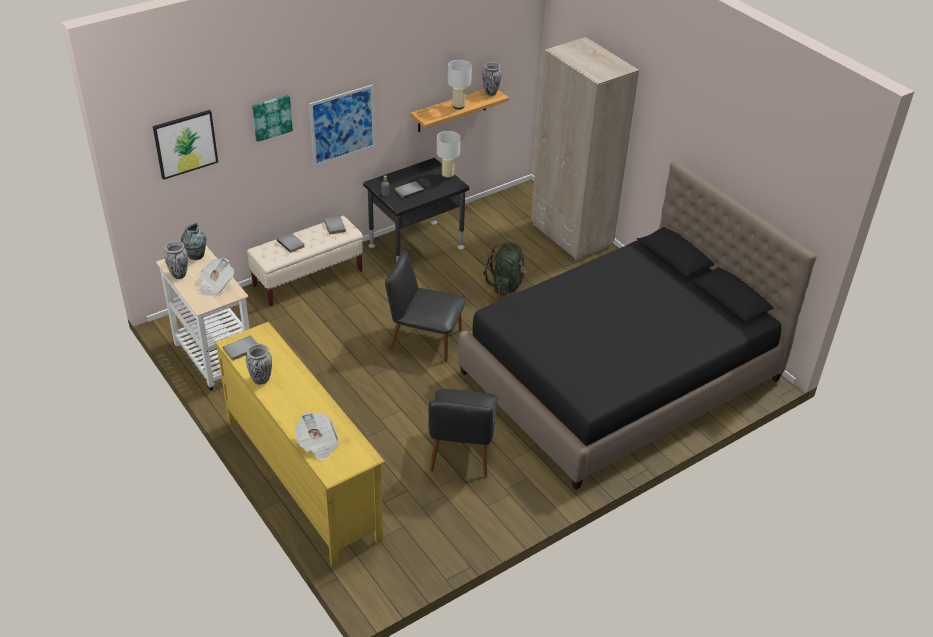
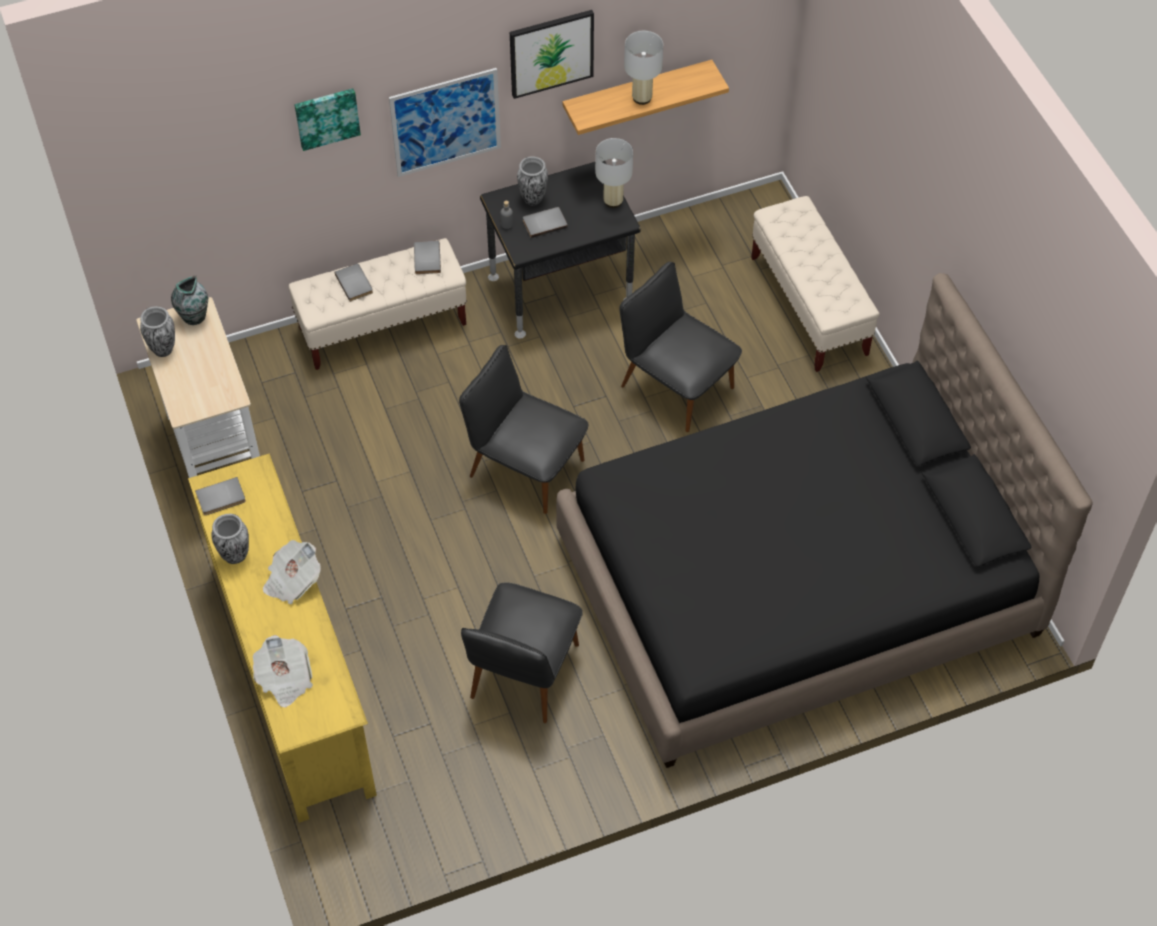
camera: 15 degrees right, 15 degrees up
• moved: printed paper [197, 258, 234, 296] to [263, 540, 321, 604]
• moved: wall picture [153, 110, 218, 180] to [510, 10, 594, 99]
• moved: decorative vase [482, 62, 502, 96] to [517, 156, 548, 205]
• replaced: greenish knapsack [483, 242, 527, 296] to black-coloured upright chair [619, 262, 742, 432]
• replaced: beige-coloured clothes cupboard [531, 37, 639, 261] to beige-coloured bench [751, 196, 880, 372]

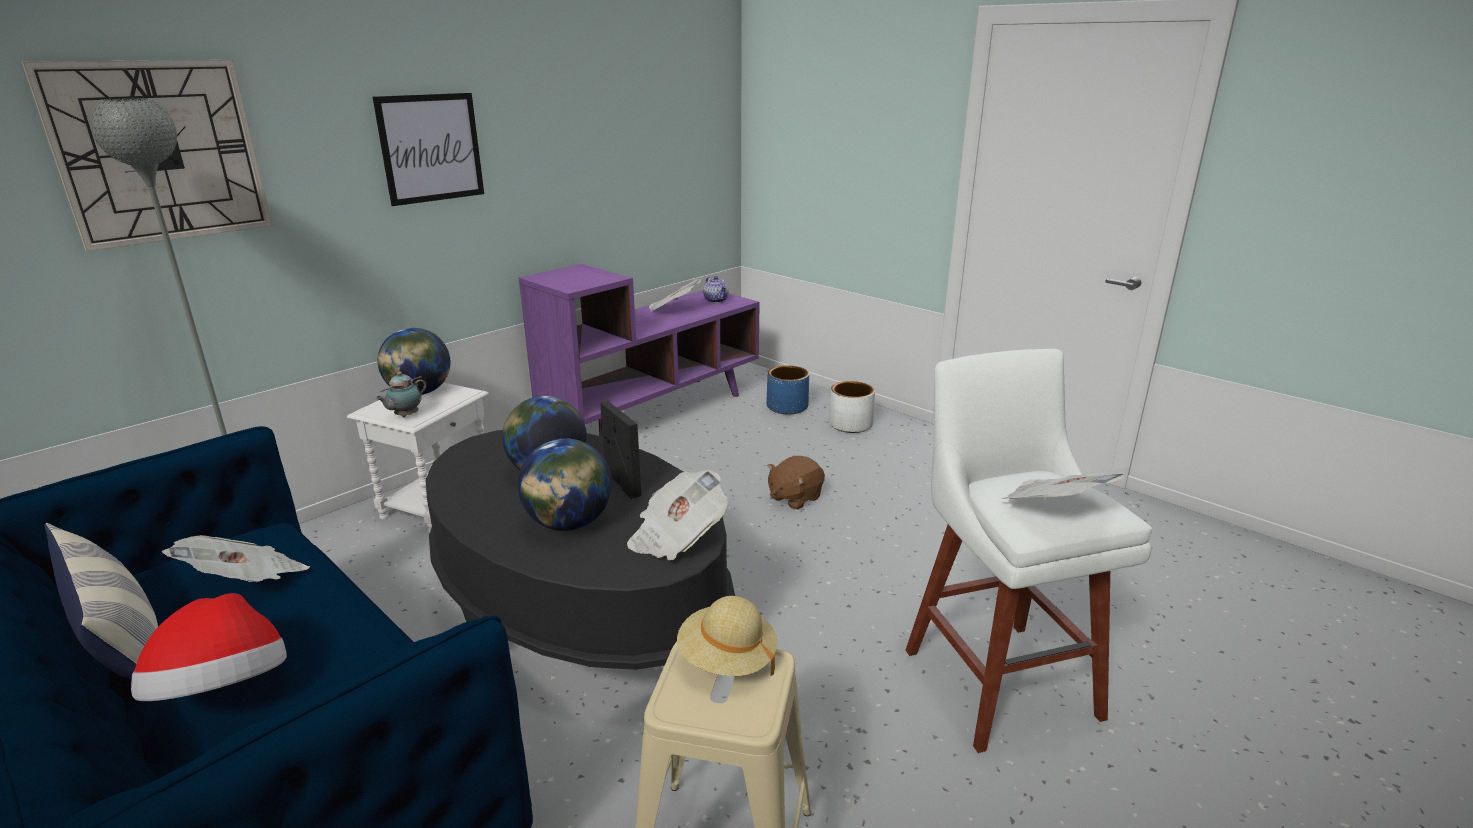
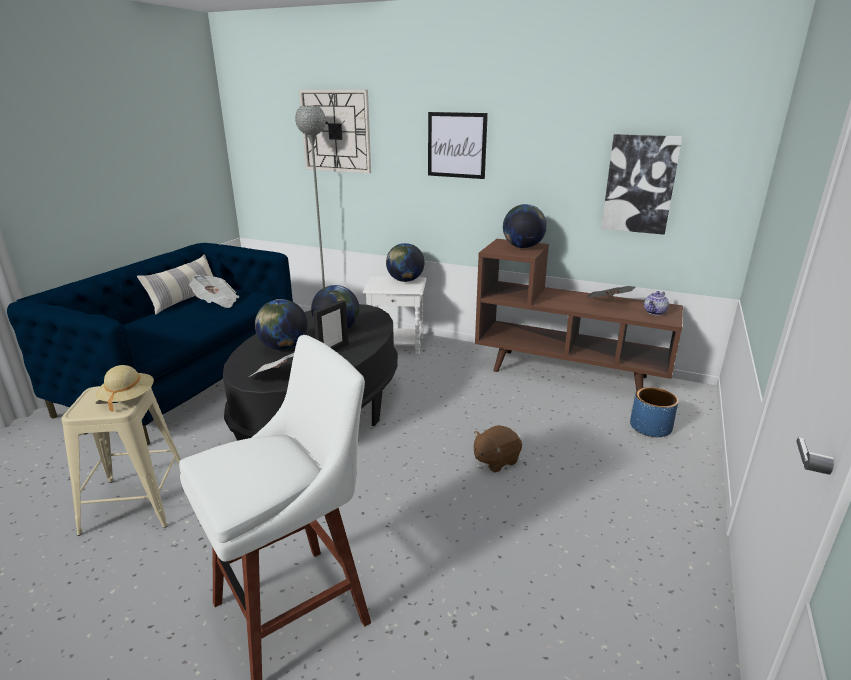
camera: 70 degrees right, 0 degrees up
• turned: brown soft toy [767, 456, 825, 510] = [474, 425, 522, 473] 60 degrees counterclockwise
• recoloured: purple-coloured tv unit [519, 264, 759, 437] to brown tv unit [475, 239, 683, 391]
• added: desk globe [503, 204, 547, 248]
• added: wall picture [601, 134, 683, 235]
• removed: hat [131, 593, 287, 701]
• removed: tea pot [376, 372, 426, 417]
• removed: white plant pot [829, 381, 875, 433]
• removed: printed paper [1002, 468, 1128, 499]

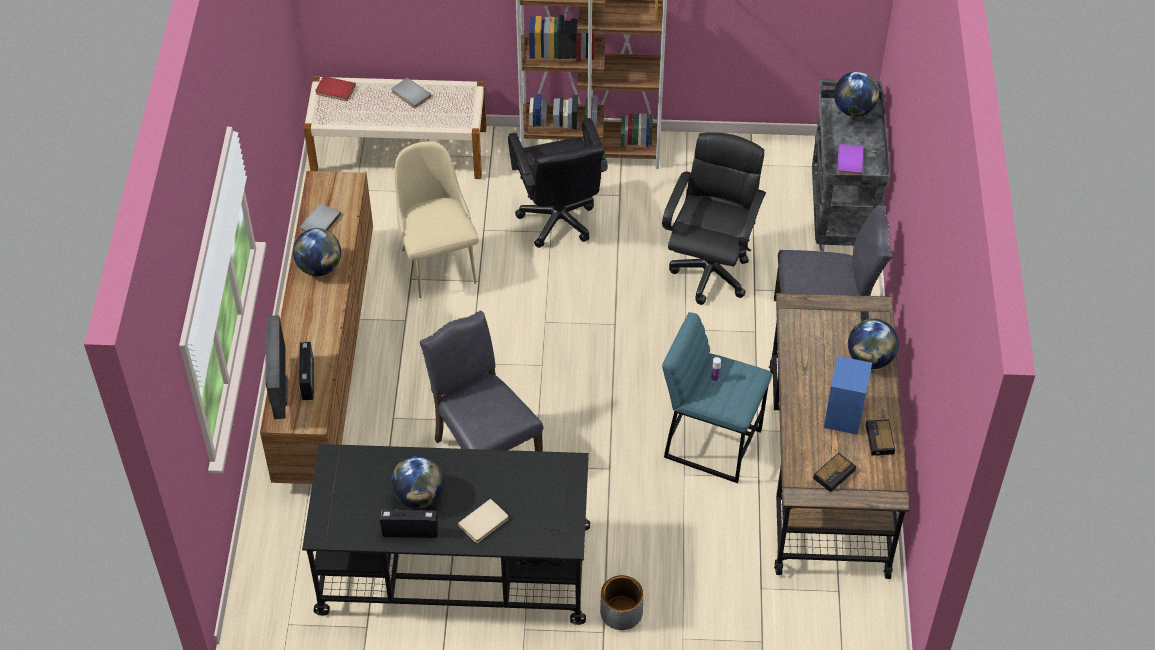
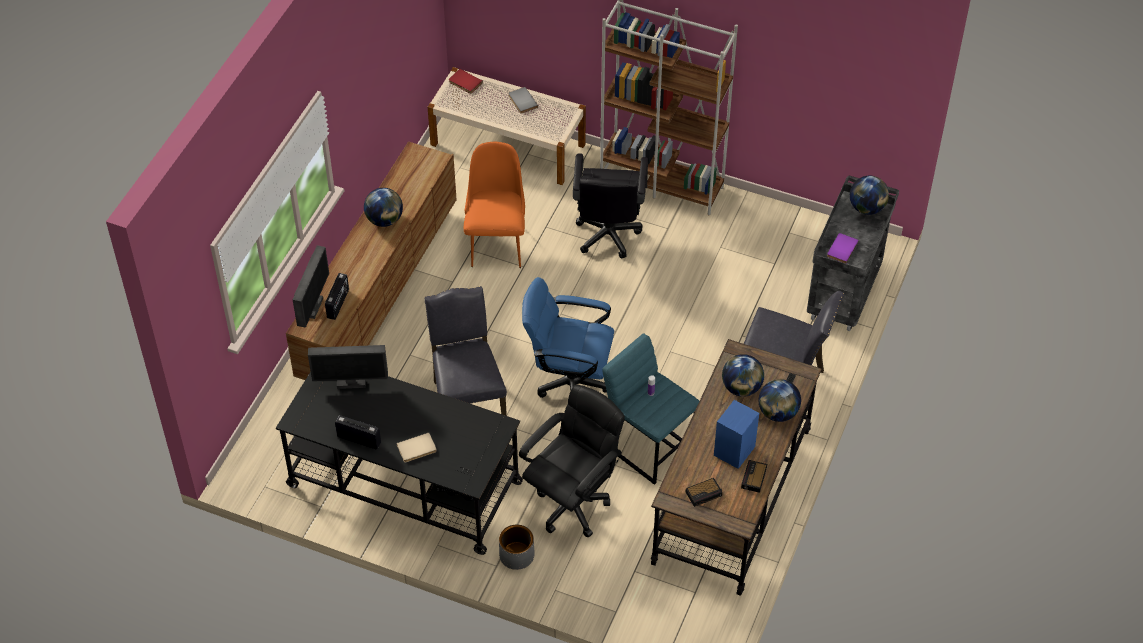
camera: 20 degrees right, 0 degrees up
• added: computer display [308, 345, 388, 389]
• recoloured: beige-coloured upright chair [395, 141, 479, 298] to orange-coloured upright chair [464, 142, 525, 268]
• moved: black-coloured computer chair [662, 132, 766, 305] to [519, 384, 625, 537]
• added: blue computer chair [522, 277, 614, 398]
• moved: desk globe [391, 455, 444, 508] to [722, 354, 764, 397]
• removed: gray volume [300, 204, 341, 232]

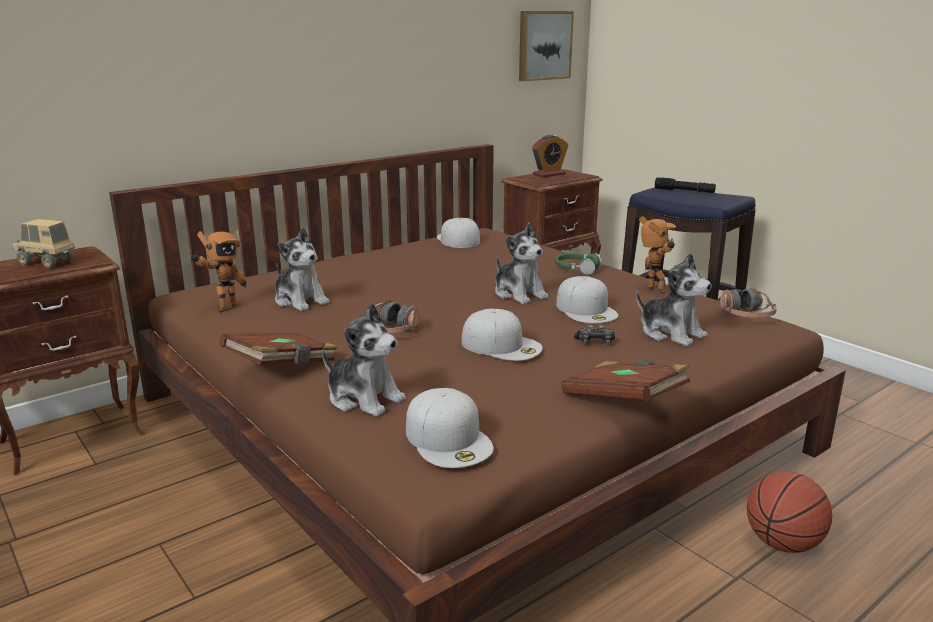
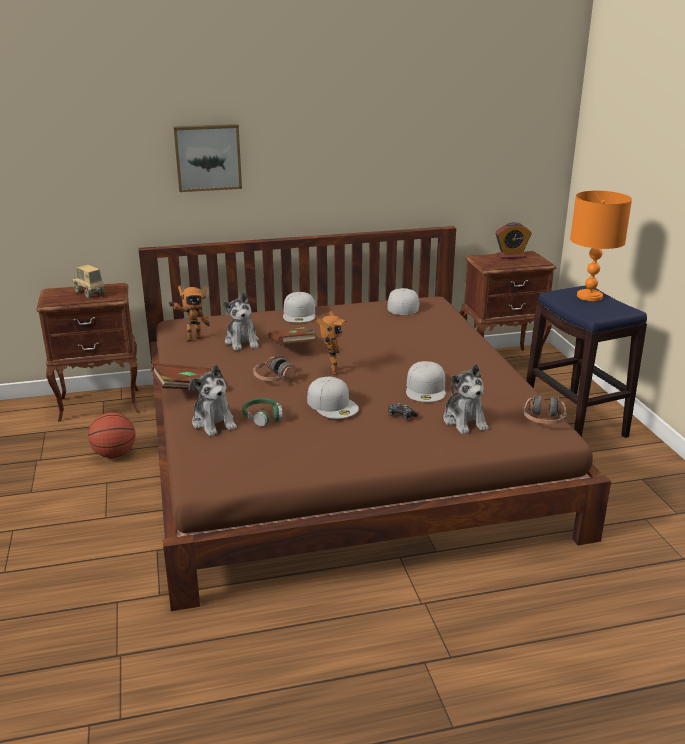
camera: 25 degrees right, 5 degrees up
• moved: basketball ball [747, 471, 832, 553] to [88, 412, 135, 458]
• moved: wall picture [519, 11, 574, 81] to [174, 124, 242, 192]
• moved: greenish headset [555, 253, 602, 275] to [242, 398, 283, 427]
• moved: brown volume [562, 360, 690, 401] to [268, 327, 316, 344]
• moved: white peaked cap [406, 388, 494, 468] to [283, 292, 315, 323]
• moved: model robot [639, 216, 676, 294] to [317, 311, 347, 376]
• replaced: black-coloured hand torch [655, 177, 716, 193] to orange-coloured table lamp [570, 191, 632, 301]
• removed: soft toy [495, 222, 549, 304]

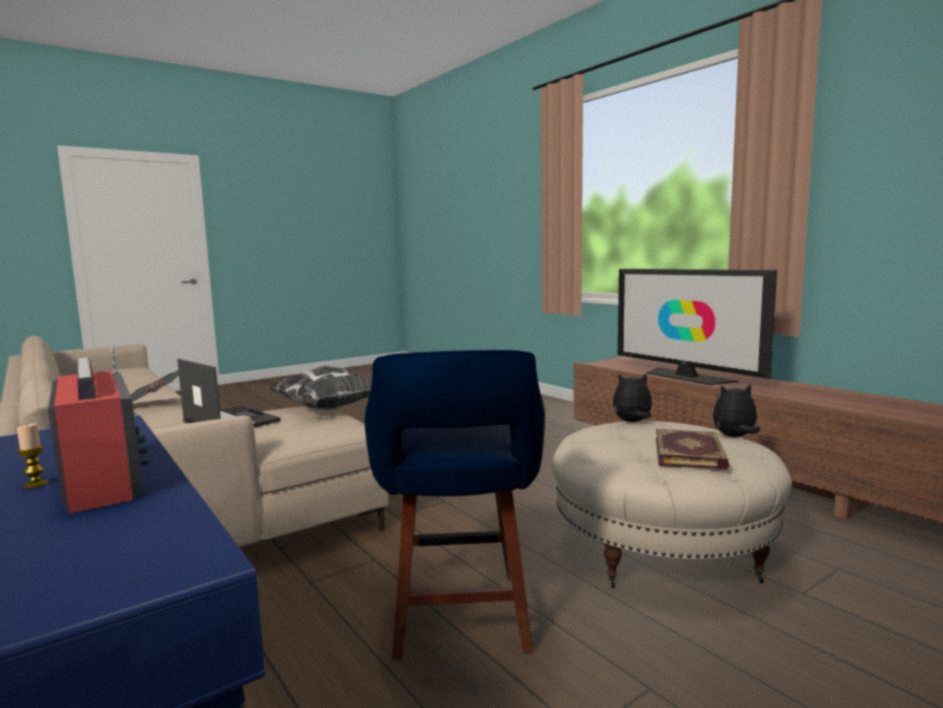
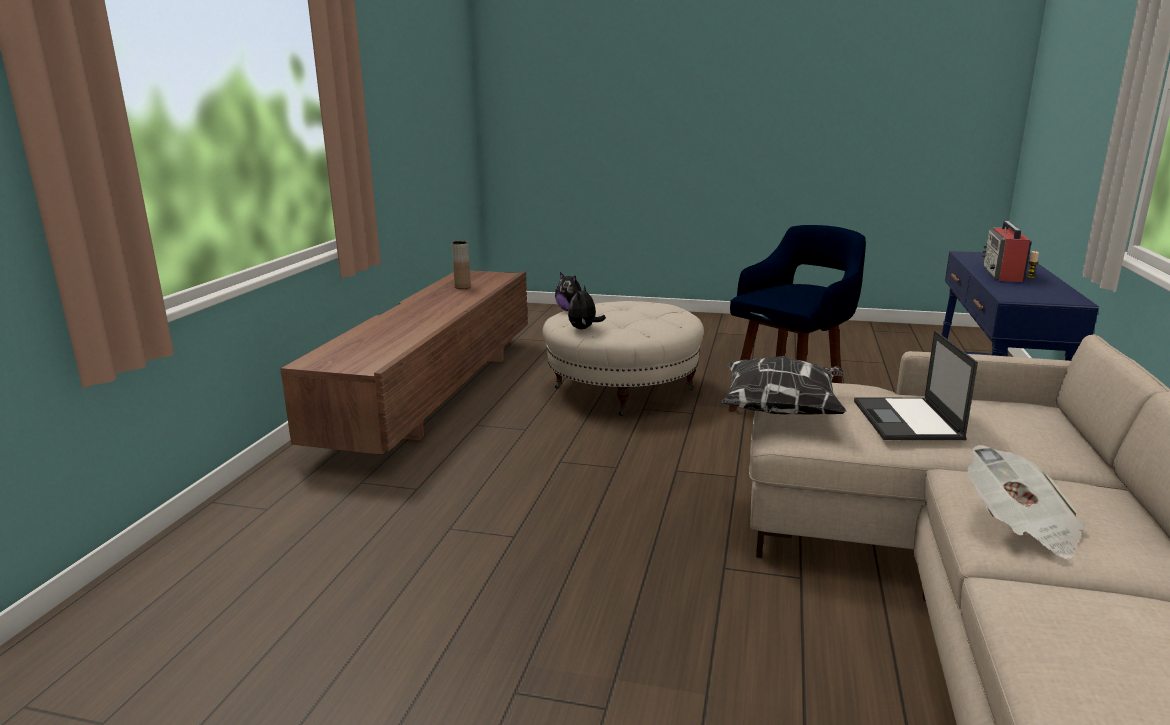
camera: 130 degrees left, 10 degrees up
• added: brown decorative vase [452, 241, 471, 289]
• turned: soft toy [613, 373, 652, 422] = [568, 286, 606, 329] 60 degrees clockwise
• removed: TV [618, 269, 777, 385]
• removed: volume [656, 429, 729, 470]

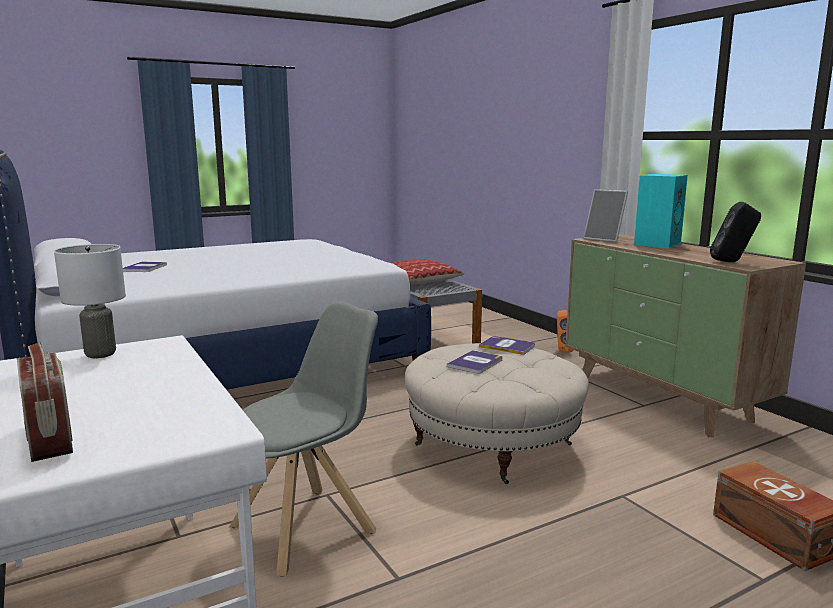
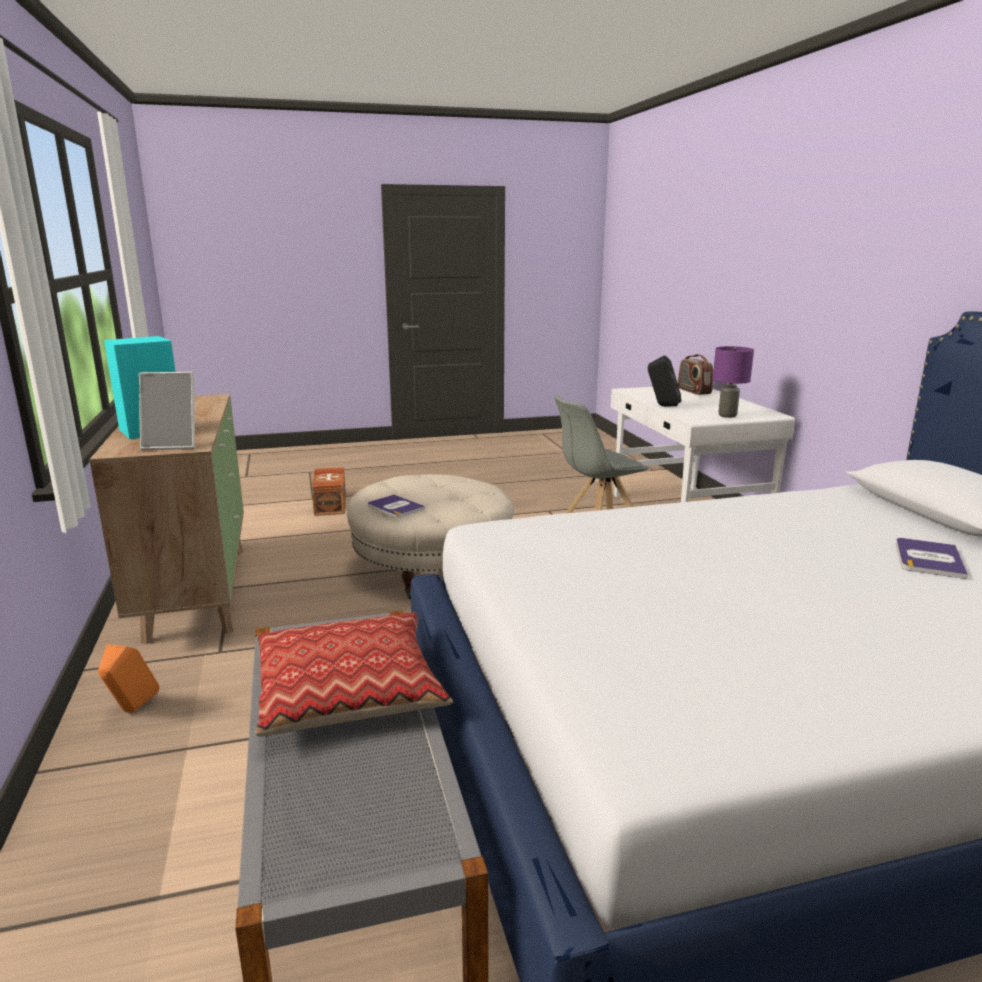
camera: 165 degrees left, 5 degrees up
• turned: photo frame [583, 189, 628, 242] = [139, 372, 195, 450] 120 degrees clockwise
• moved: black-coloured audio speaker [710, 202, 761, 262] to [648, 356, 681, 407]
• recoloured: white table lamp [54, 244, 126, 358] to purple-coloured table lamp [713, 346, 754, 418]
• removed: volume [447, 350, 502, 373]

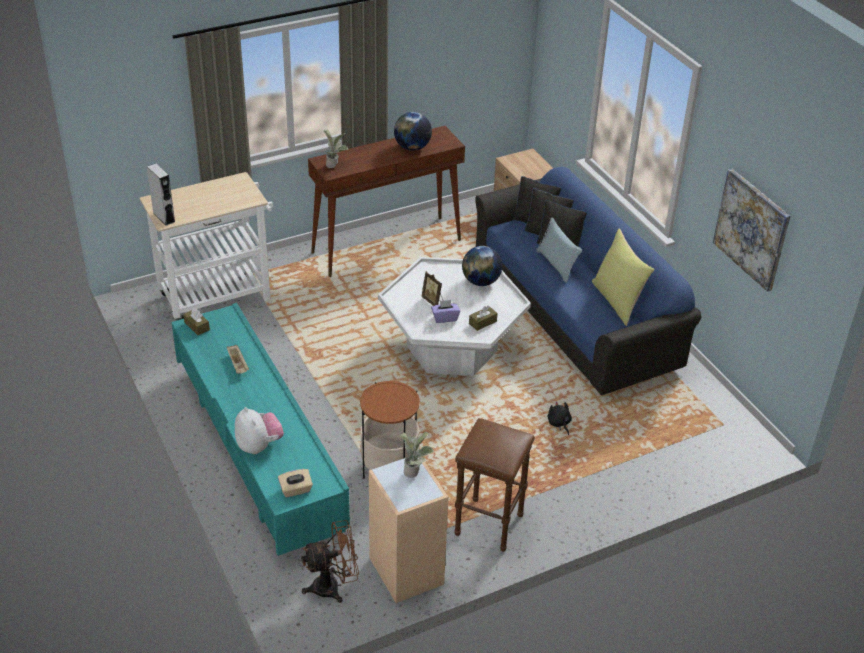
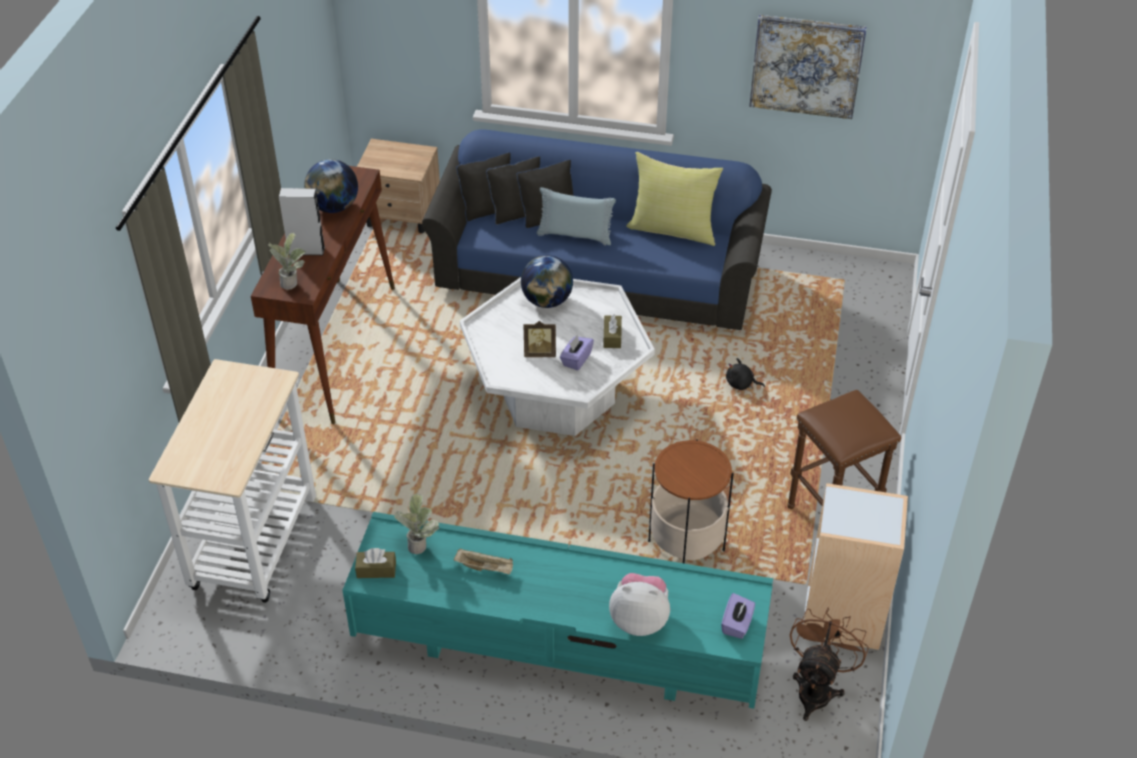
camera: 50 degrees left, 5 degrees up
• moved: gray audio speaker [147, 163, 175, 225] to [279, 188, 325, 255]
• moved: houseplant [401, 432, 434, 478] to [394, 493, 439, 554]
• recoloured: beige-coloured box of tissues [278, 469, 313, 497] to purple-coloured box of tissues [721, 593, 755, 639]

